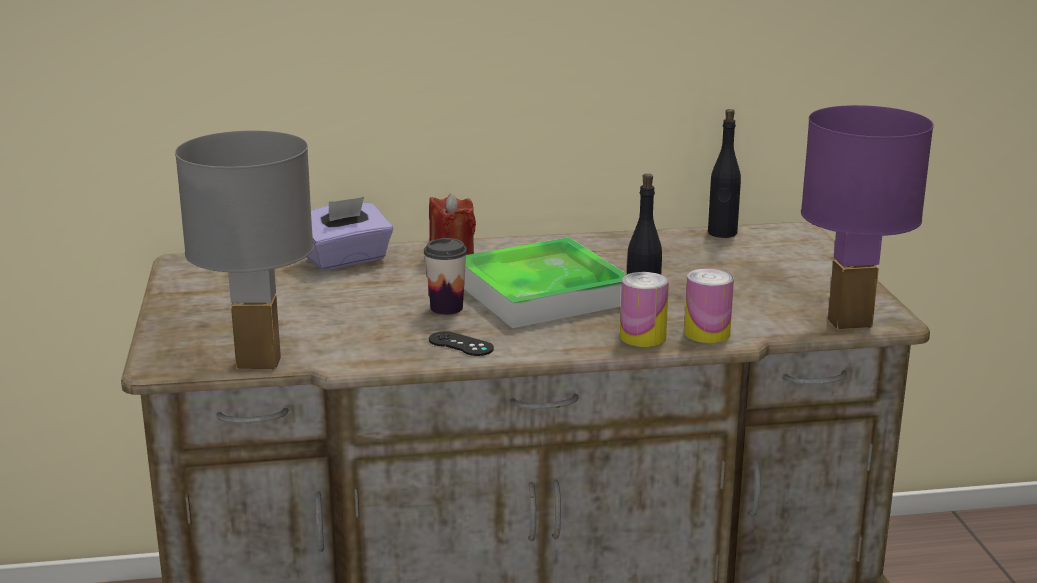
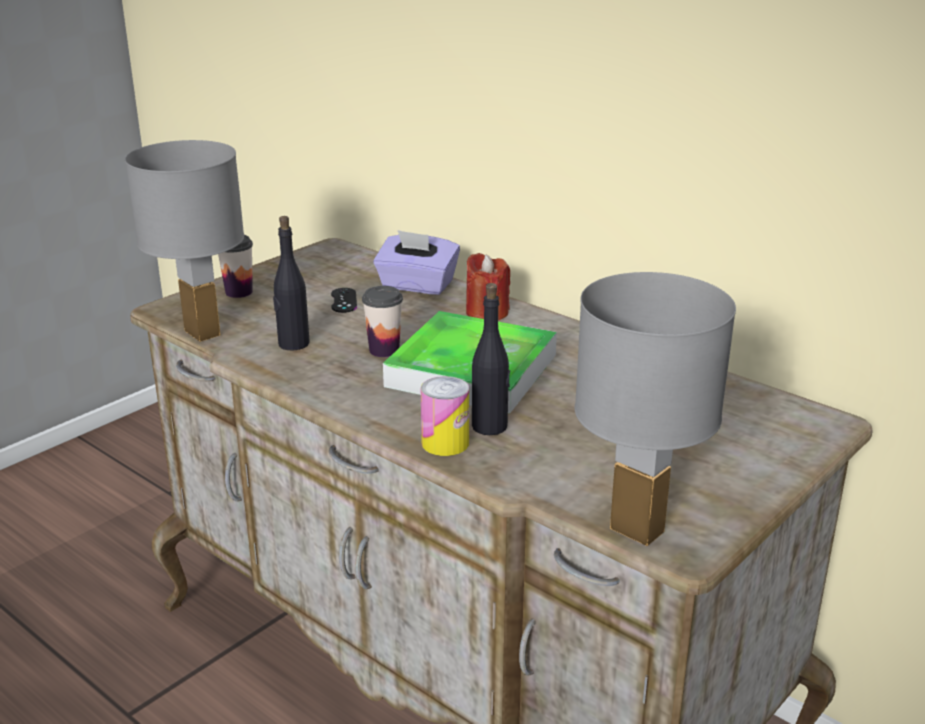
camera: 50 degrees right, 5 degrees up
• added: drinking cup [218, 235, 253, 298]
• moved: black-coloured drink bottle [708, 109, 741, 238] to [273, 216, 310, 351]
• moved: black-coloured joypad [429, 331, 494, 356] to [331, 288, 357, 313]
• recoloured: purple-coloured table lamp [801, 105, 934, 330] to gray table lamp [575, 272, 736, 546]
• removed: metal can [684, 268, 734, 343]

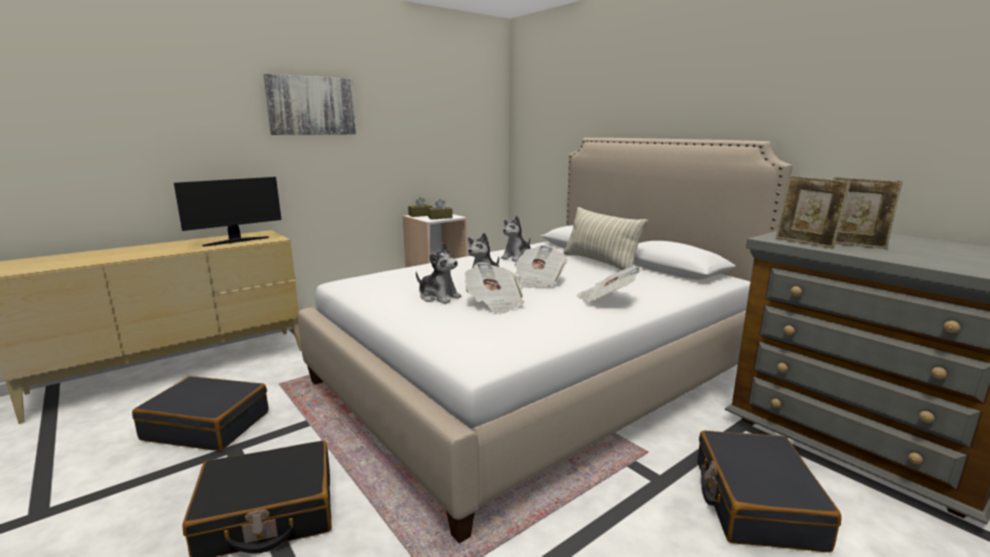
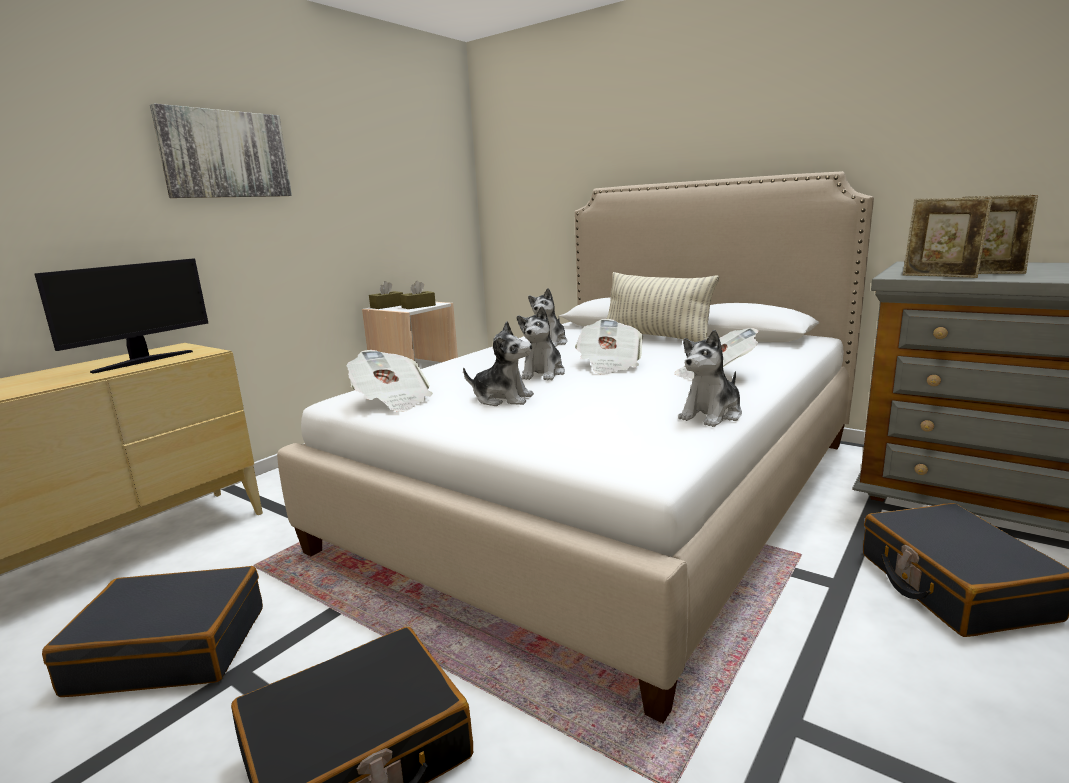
camera: 15 degrees left, 0 degrees up
• moved: printed paper [465, 262, 525, 314] to [347, 350, 433, 412]
• added: soft toy [678, 330, 742, 427]

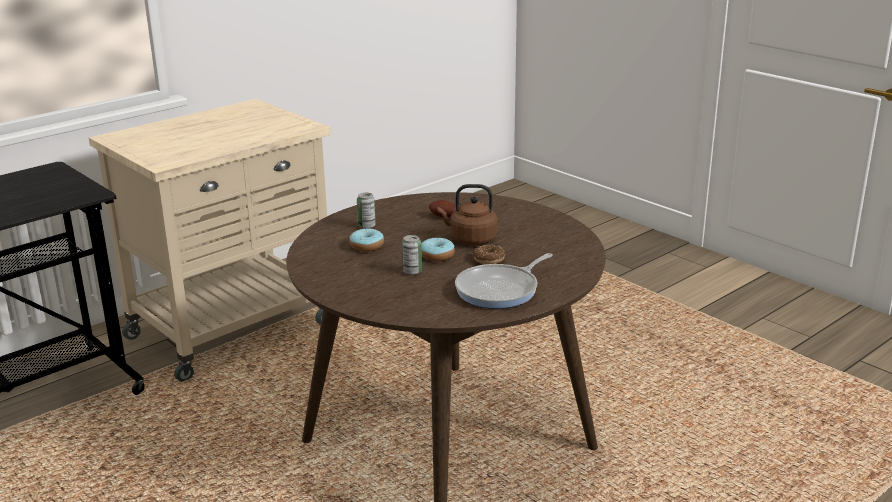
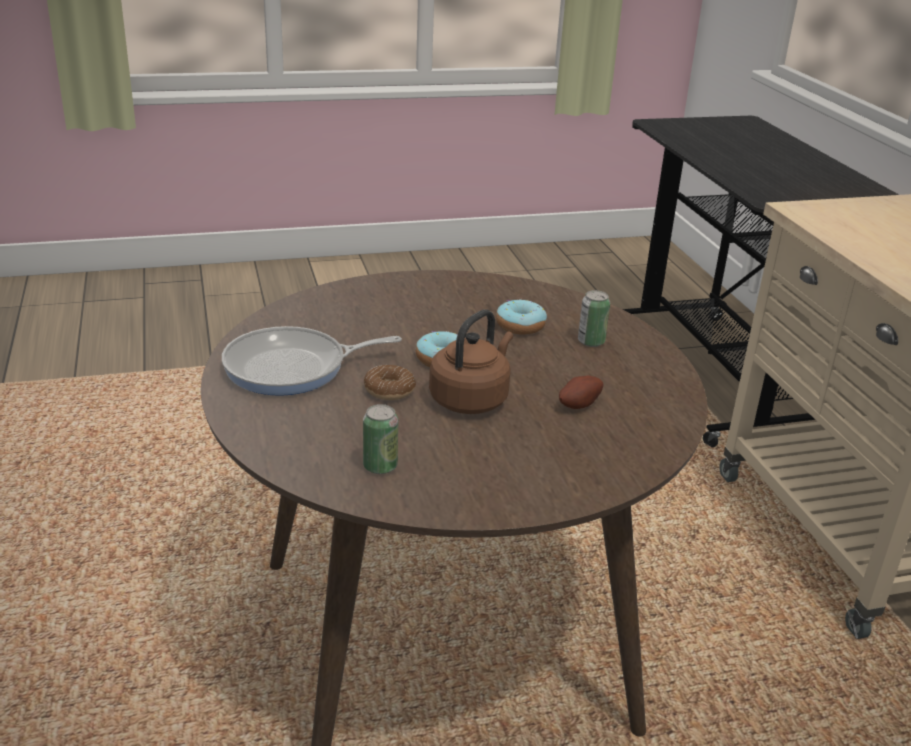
camera: 115 degrees right, 5 degrees up
• turned: skillet [455, 253, 553, 309] = [222, 326, 402, 396] 90 degrees counterclockwise
• moved: metal can [402, 235, 422, 275] to [363, 404, 398, 474]

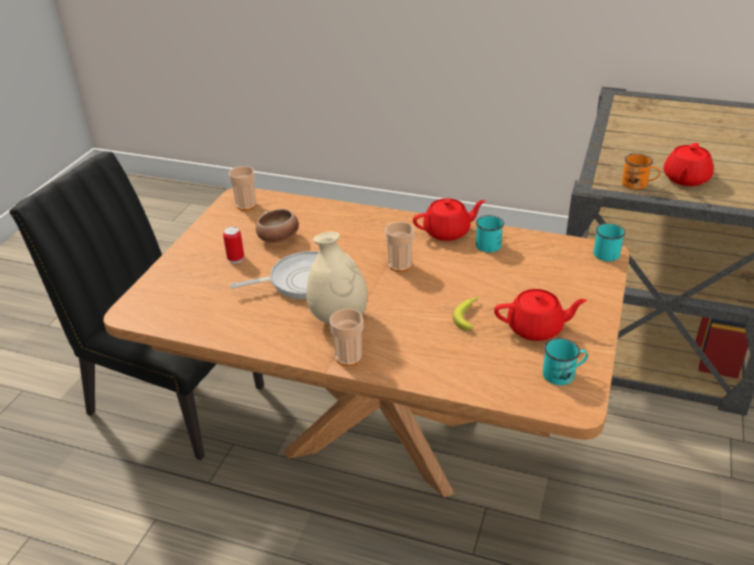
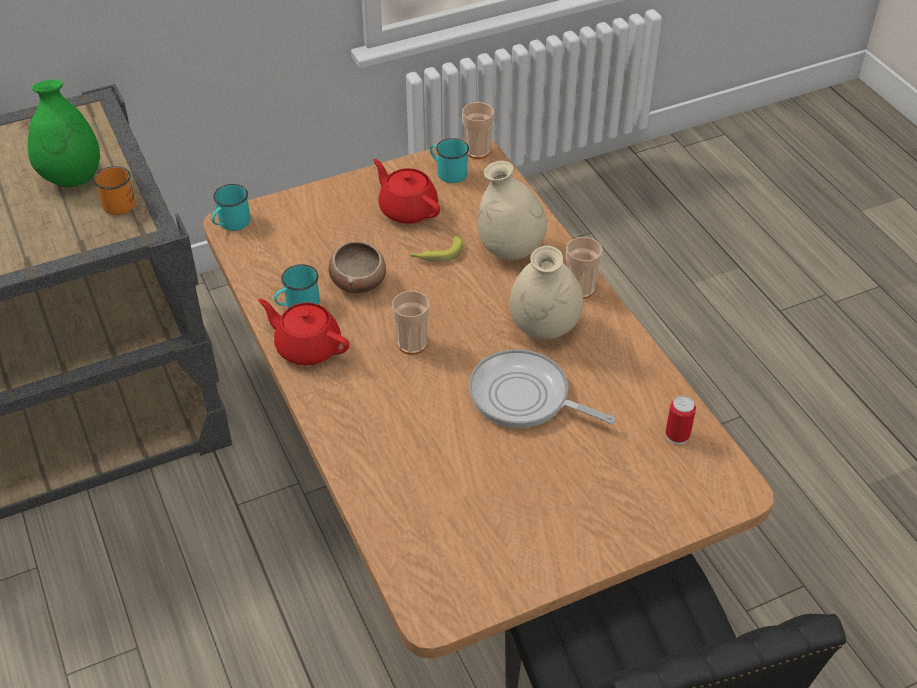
camera: 135 degrees left, 10 degrees up
• replaced: reddish tea pot [664, 143, 713, 186] to greenish decorative vase [28, 79, 100, 187]
• moved: serving bowl [256, 209, 299, 243] to [329, 241, 386, 294]
• moved: drinking cup [229, 166, 256, 211] to [462, 102, 494, 159]
• added: beige-coloured decorative vase [478, 161, 547, 260]
• moved: metal can [223, 227, 244, 263] to [666, 396, 696, 445]

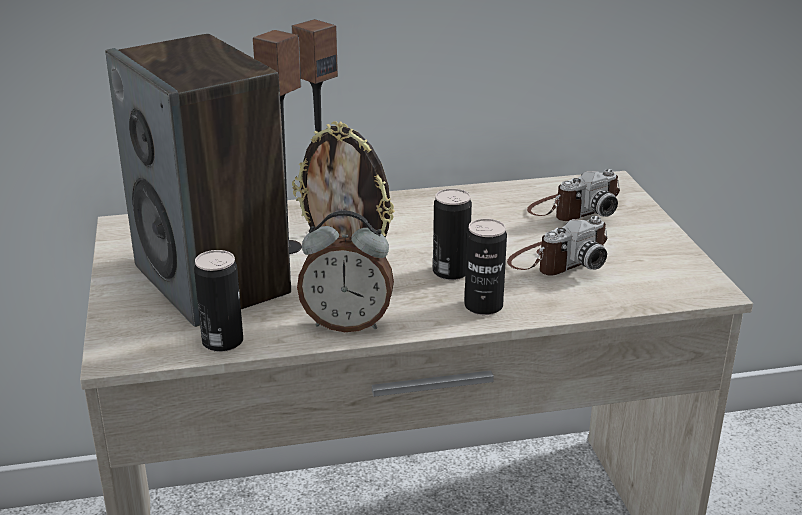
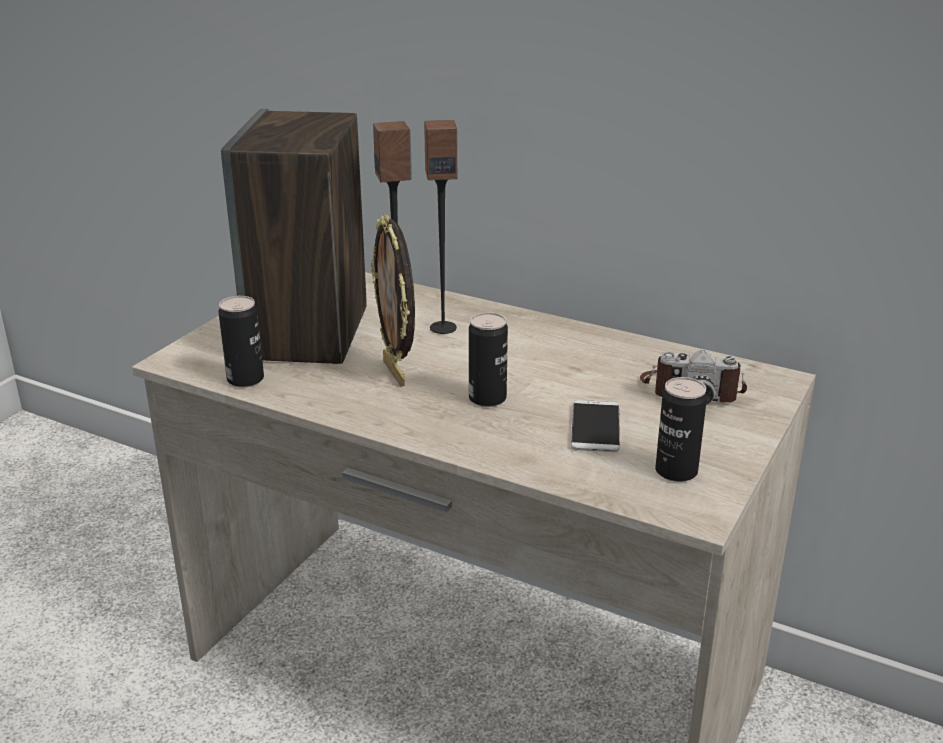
camera: 40 degrees right, 0 degrees up
• replaced: photo camera [507, 216, 607, 276] to handset [571, 400, 620, 452]
• moved: metal can [464, 218, 507, 315] to [655, 377, 707, 482]
• removed: alarm clock [297, 211, 394, 332]

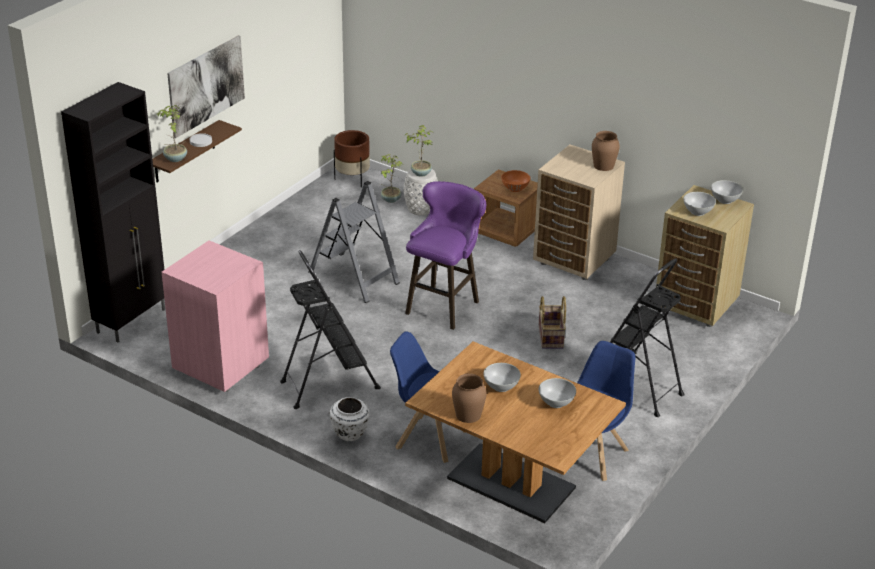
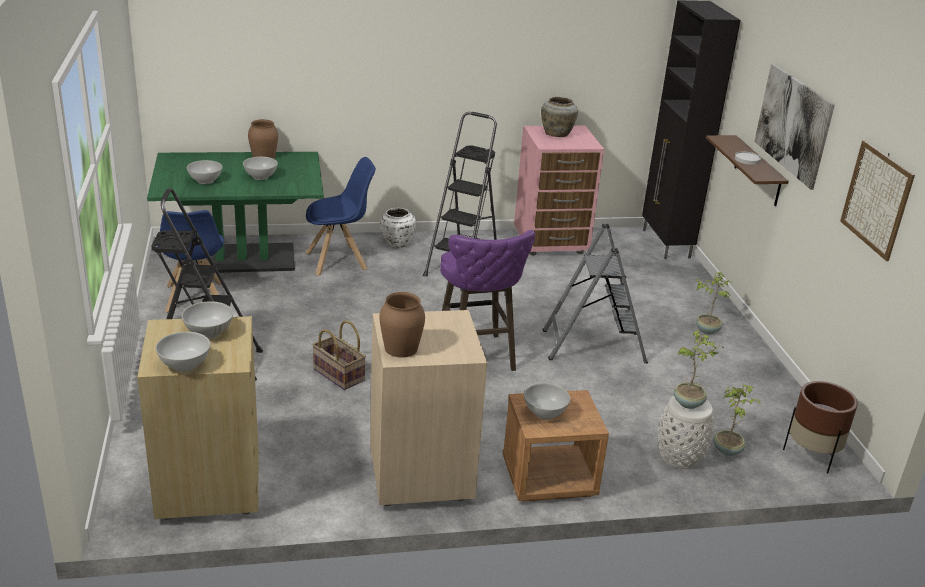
camera: 135 degrees right, 5 degrees down
• recoloured: brown dinner table [405, 341, 626, 523] to greenish dinner table [147, 152, 324, 273]
• recoloured: orange-coloured serving bowl [501, 170, 531, 192] to white serving bowl [524, 383, 570, 419]
• added: beige-coloured decorative vase [541, 97, 578, 137]
• moved: houseplant [157, 105, 187, 162] to [696, 272, 732, 334]
• added: wall picture [840, 140, 915, 261]

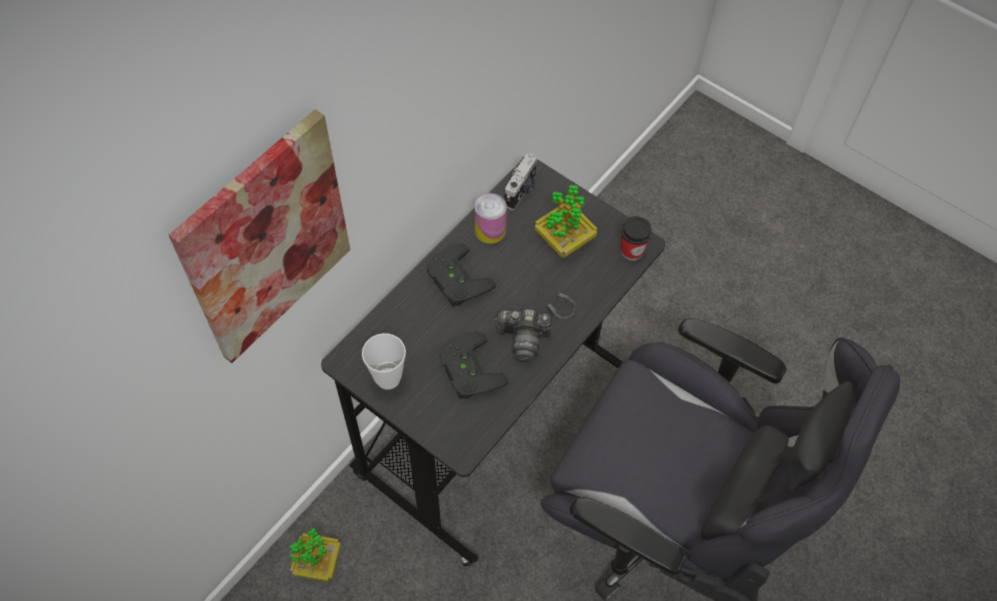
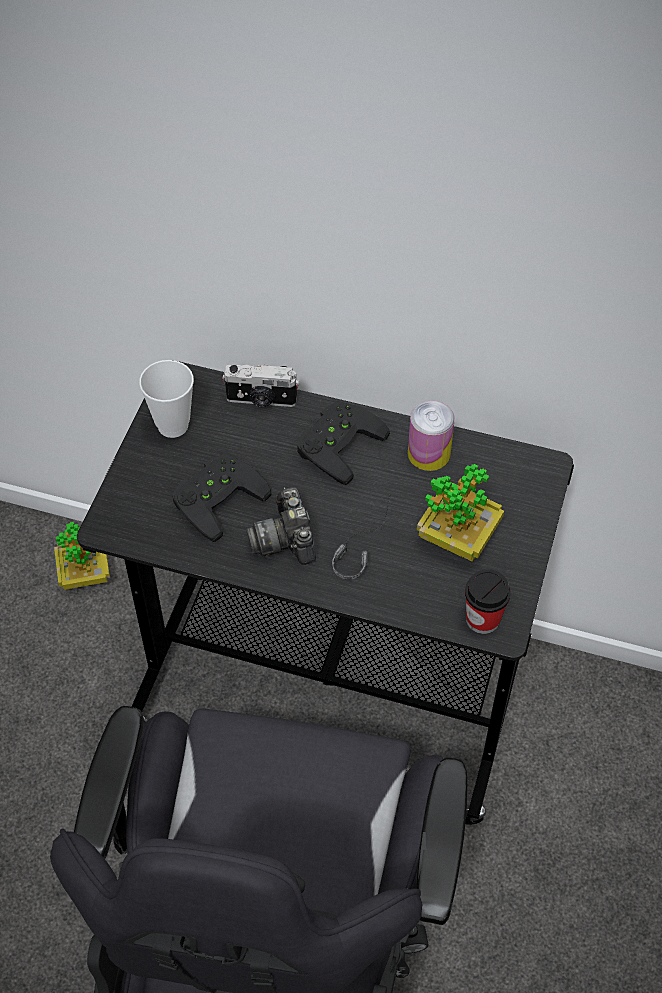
camera: 70 degrees right, 5 degrees down
• moved: photo camera [505, 153, 537, 210] to [222, 364, 299, 407]
• removed: wall picture [168, 109, 350, 363]

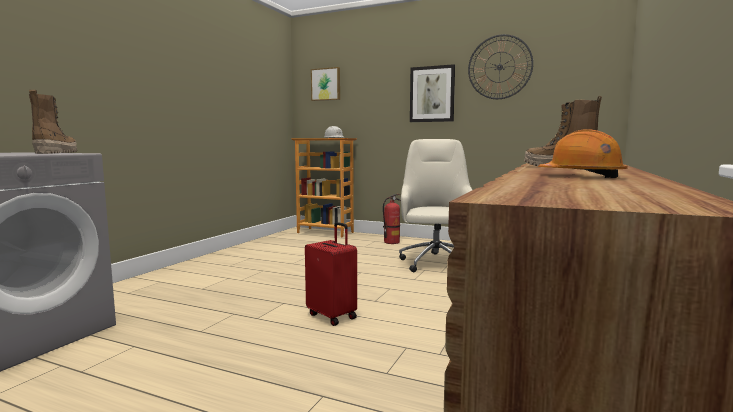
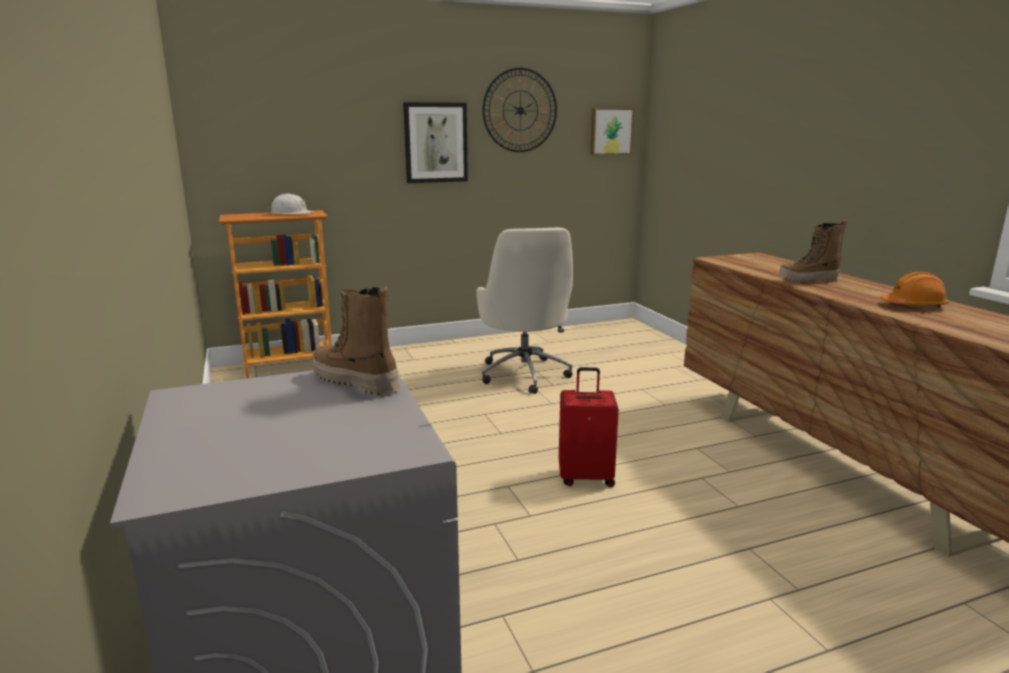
camera: 45 degrees left, 10 degrees up
• turned: beige-coloured computer chair [399, 139, 472, 272] = [476, 228, 573, 394] 150 degrees counterclockwise
• moved: wall picture [311, 67, 340, 101] to [590, 108, 634, 155]
• removed: extinguisher [383, 194, 401, 244]

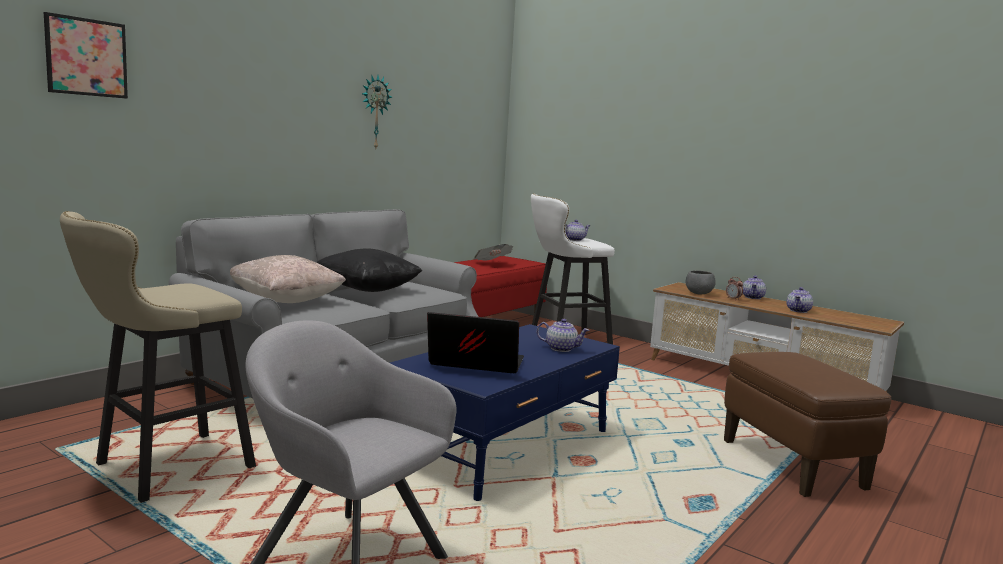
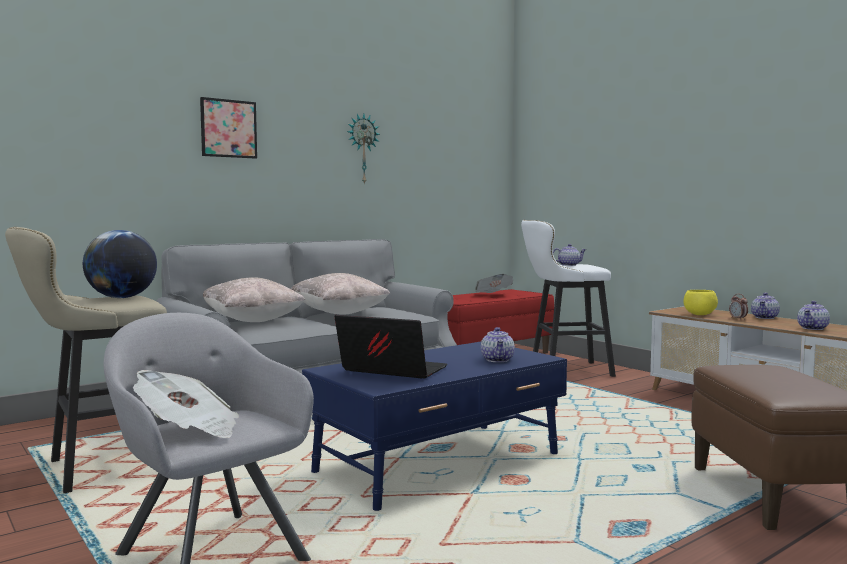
camera: 15 degrees right, 5 degrees down
• added: desk globe [83, 230, 157, 298]
• added: printed paper [133, 370, 239, 438]
• moved: wall picture [44, 12, 128, 99] to [200, 97, 257, 159]
• recoloured: black-coloured throw pillow [316, 248, 422, 292] to beige-coloured throw pillow [291, 273, 390, 314]
• turned: tea pot [537, 319, 589, 352] = [481, 327, 515, 362] 60 degrees clockwise
• recoloured: gray serving bowl [685, 270, 716, 294] to yellow serving bowl [684, 290, 718, 315]

